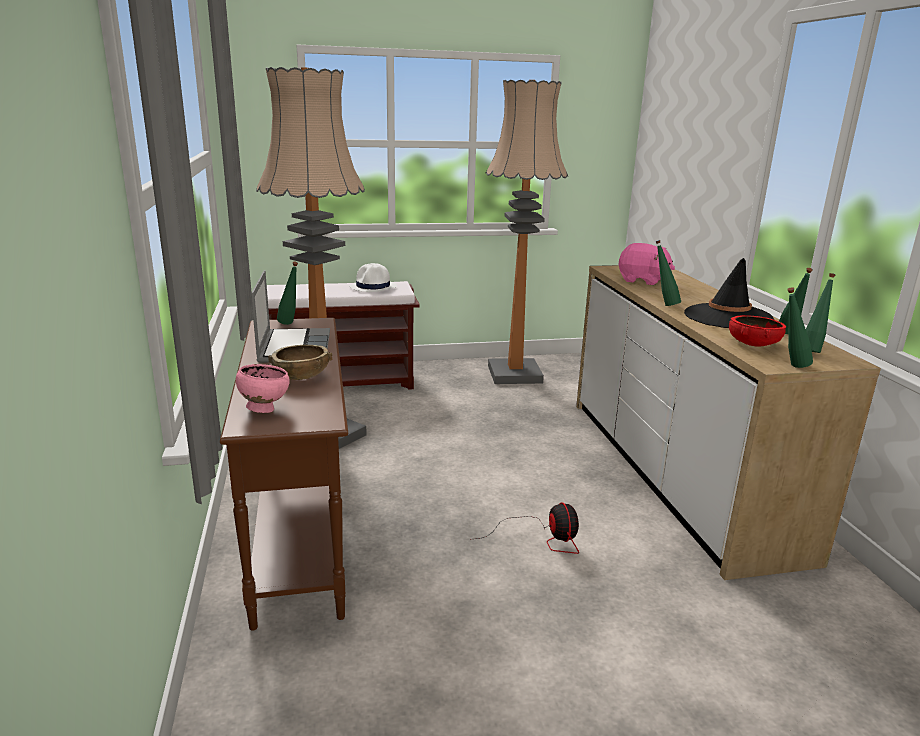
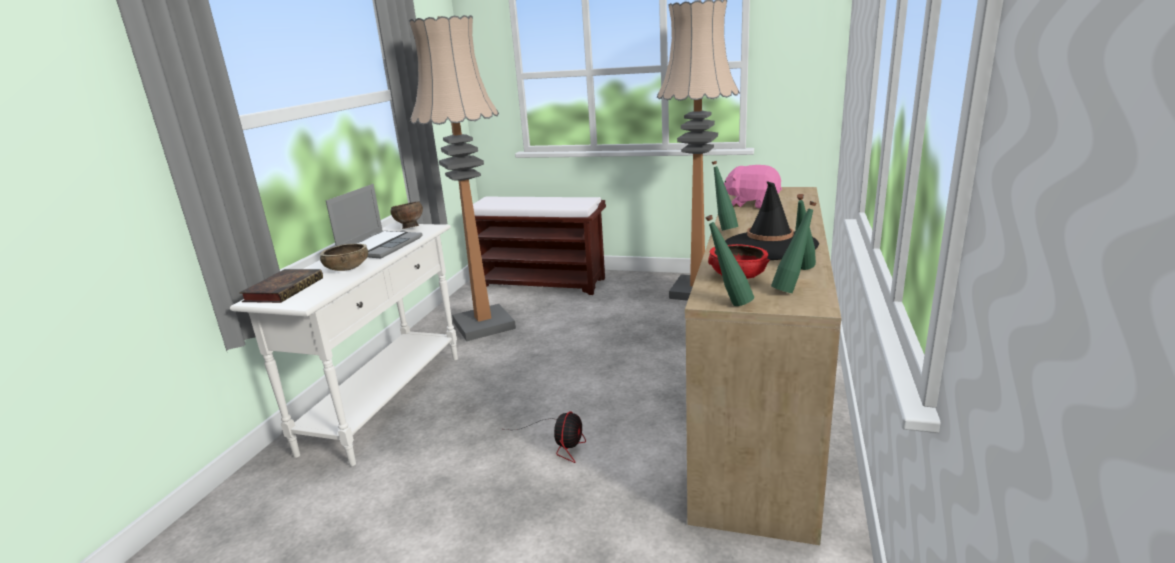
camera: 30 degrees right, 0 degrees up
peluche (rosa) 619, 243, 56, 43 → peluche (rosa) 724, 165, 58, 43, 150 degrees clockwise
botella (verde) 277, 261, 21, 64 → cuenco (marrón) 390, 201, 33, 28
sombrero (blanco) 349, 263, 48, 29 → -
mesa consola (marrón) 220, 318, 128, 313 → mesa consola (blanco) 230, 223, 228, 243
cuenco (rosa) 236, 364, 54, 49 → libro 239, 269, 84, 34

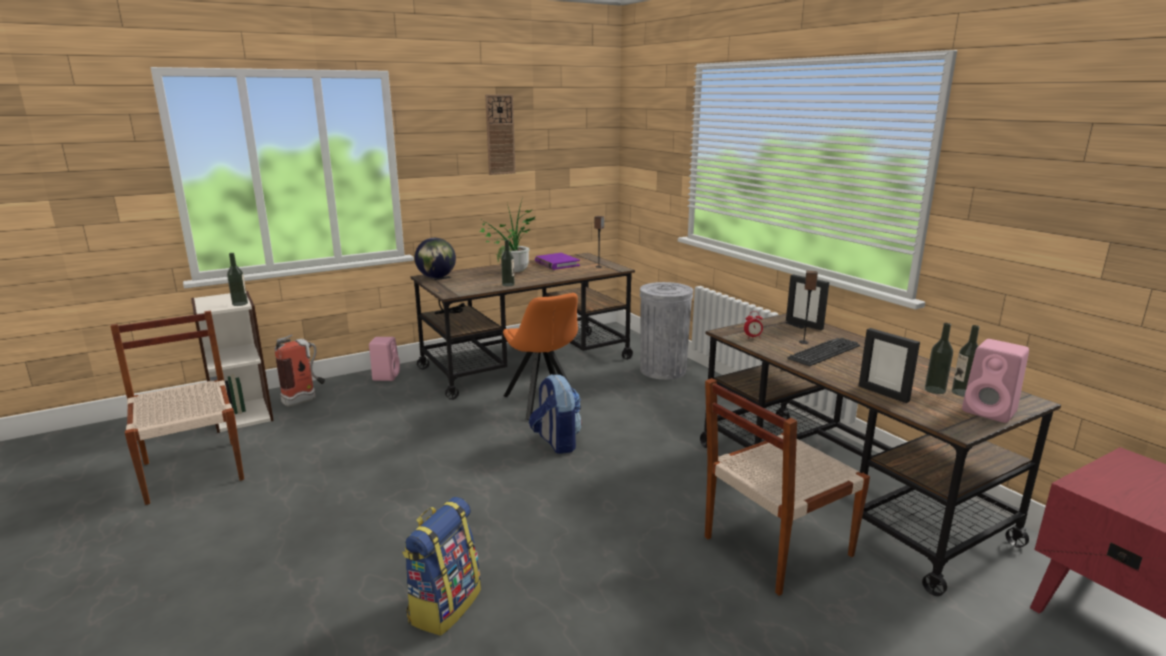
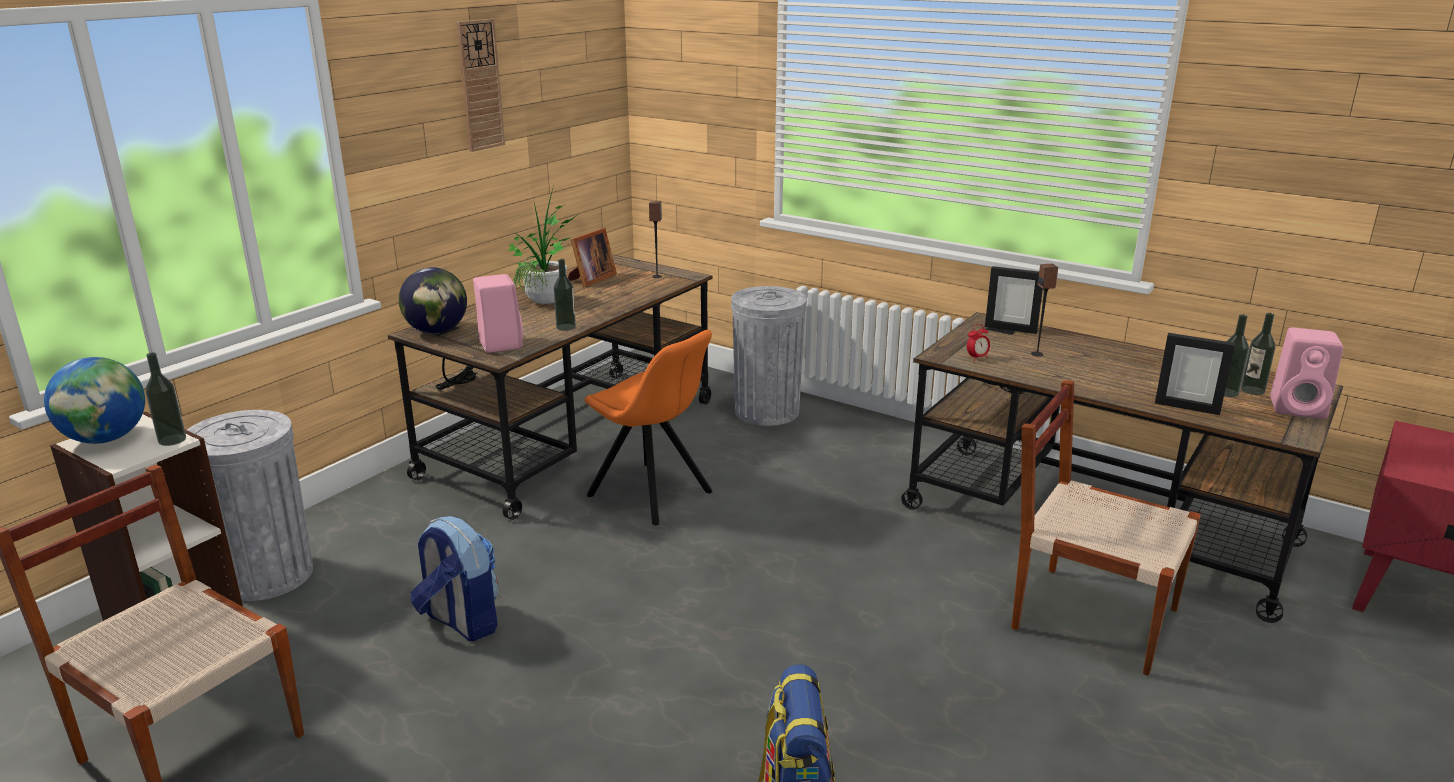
camera: 25 degrees left, 5 degrees up
libro (morado) 535, 253, 45, 17 → portarretratos 568, 228, 49, 59
extintor 275, 334, 50, 73 → papelera (gris) 187, 410, 126, 191
altavoz (rosa) 369, 337, 31, 44 → altavoz (rosa) 473, 274, 50, 79, move
teclado 787, 338, 73, 28 → -
mochila 529, 374, 53, 80 → mochila 410, 516, 88, 125, move
silla 705, 378, 165, 218 → silla 1011, 380, 190, 296, 90 degrees clockwise
- → globo terráqueo 44, 357, 101, 87

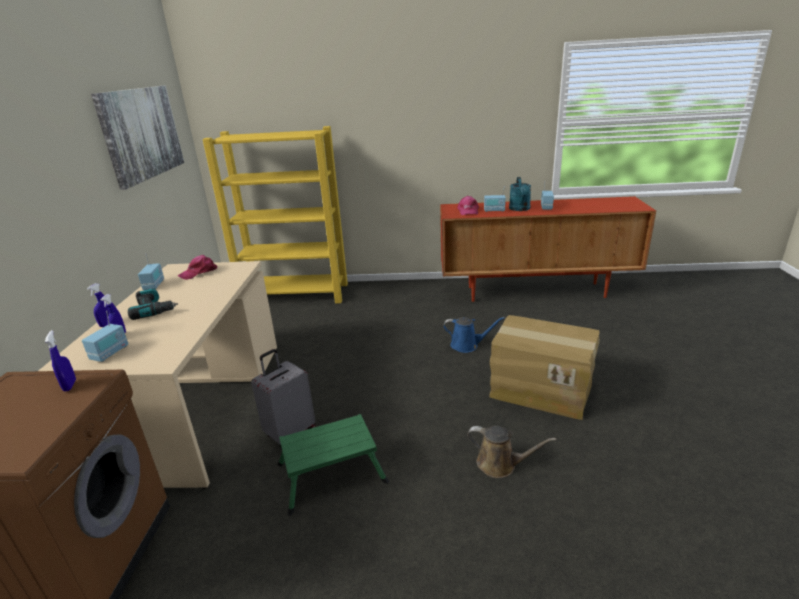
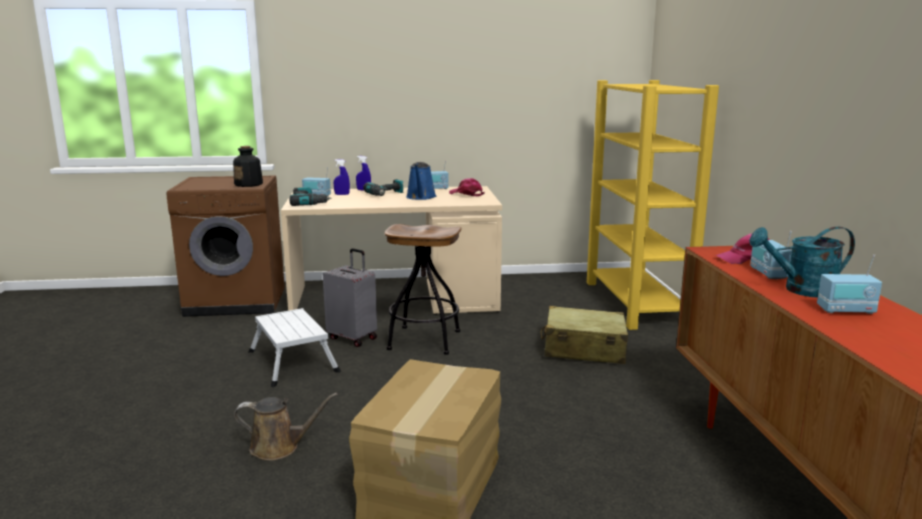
camera: 80 degrees right, 10 degrees down
cuadro 91, 85, 93, 105 → -
regadera (azul) 443, 317, 62, 36 → regadera (azul) 406, 162, 30, 38, move
pulverizador (azul) 45, 330, 31, 62 → botella 233, 146, 30, 41
escalera de tijera (verde) 277, 414, 112, 102 → escalera de tijera (blanco) 248, 308, 93, 79
regadera (marrón) 467, 426, 89, 52 → regadera (marrón) 234, 393, 104, 68, 105 degrees counterclockwise
- → taladro 289, 187, 42, 19
- → taburete (marrón) 384, 224, 78, 131
- → maleta (beis) 541, 306, 87, 58

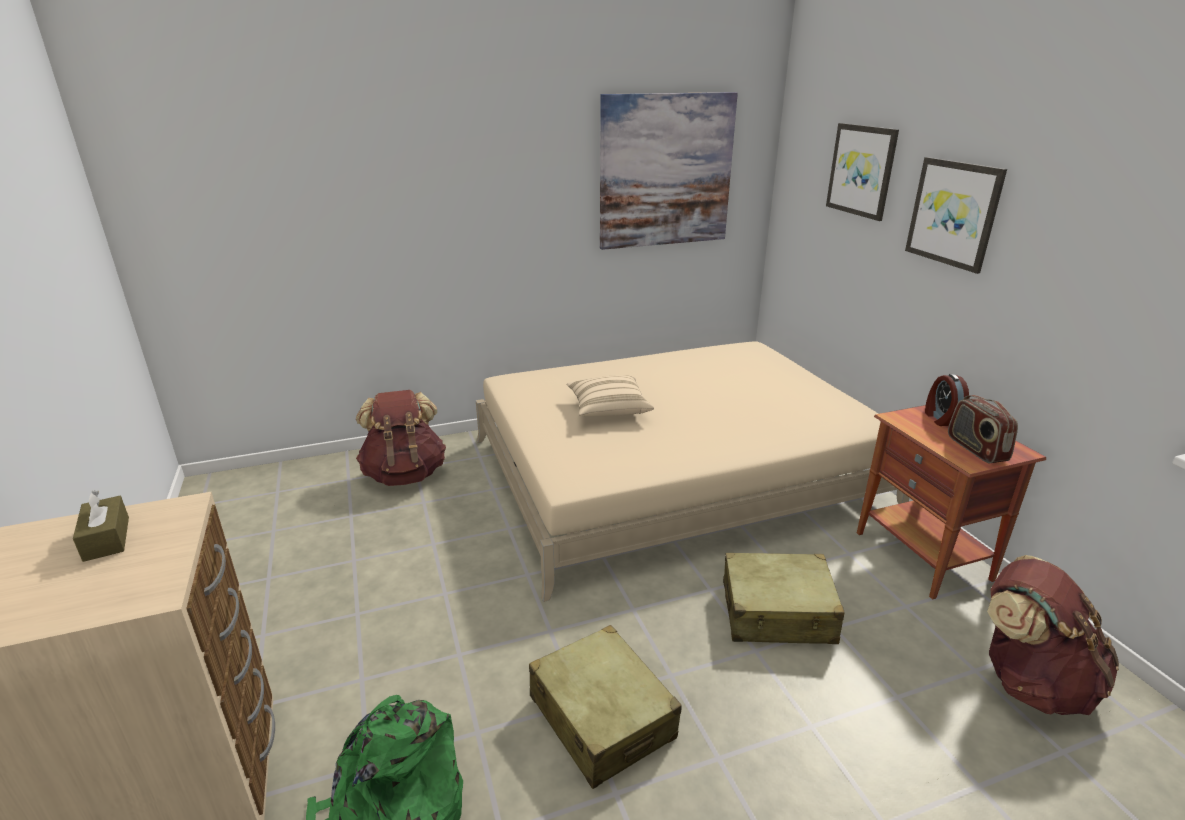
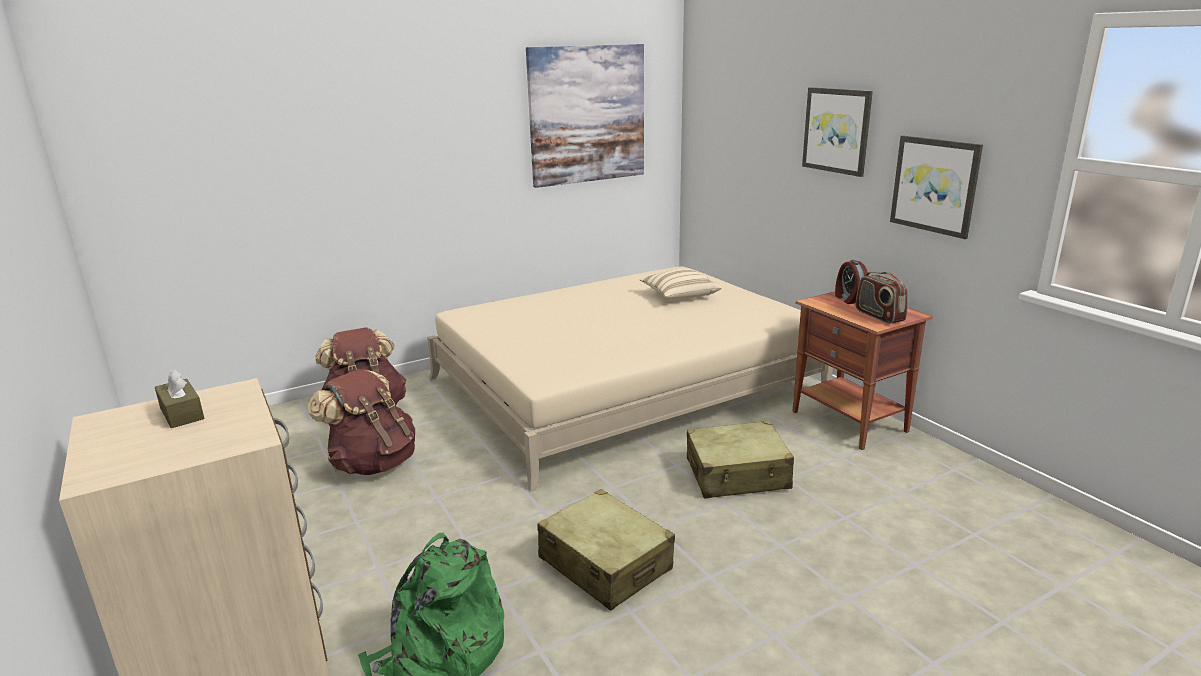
camera: 10 degrees left, 5 degrees down
cuadro 826, 123, 73, 98 → cuadro 890, 136, 93, 103, move
cojín (beis) 567, 375, 87, 42 → cojín (beis) 639, 268, 82, 31, move
mochila (marrón) 987, 555, 132, 160 → mochila (marrón) 308, 369, 107, 106, move

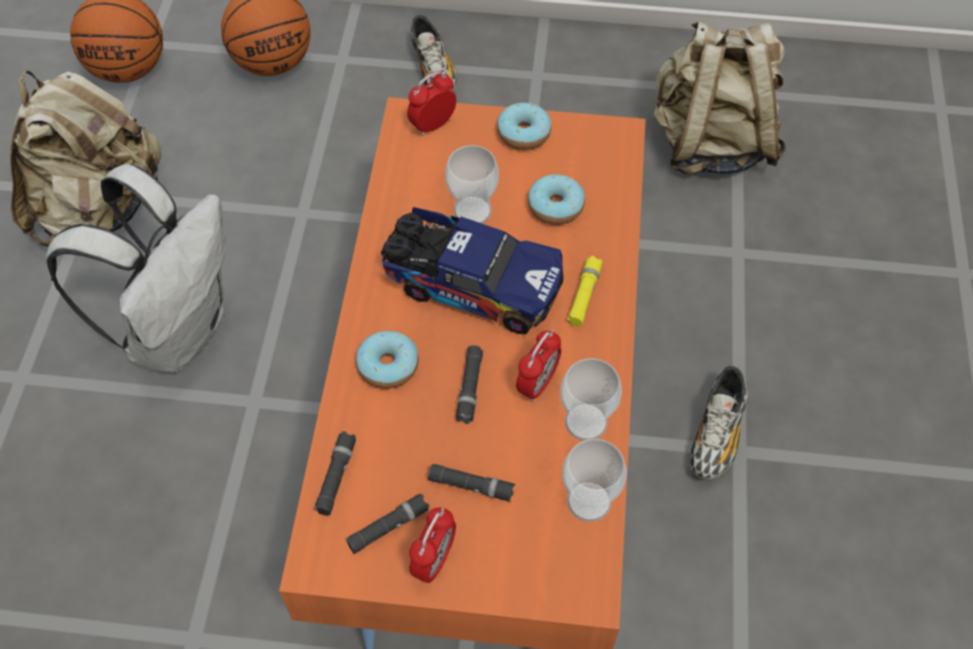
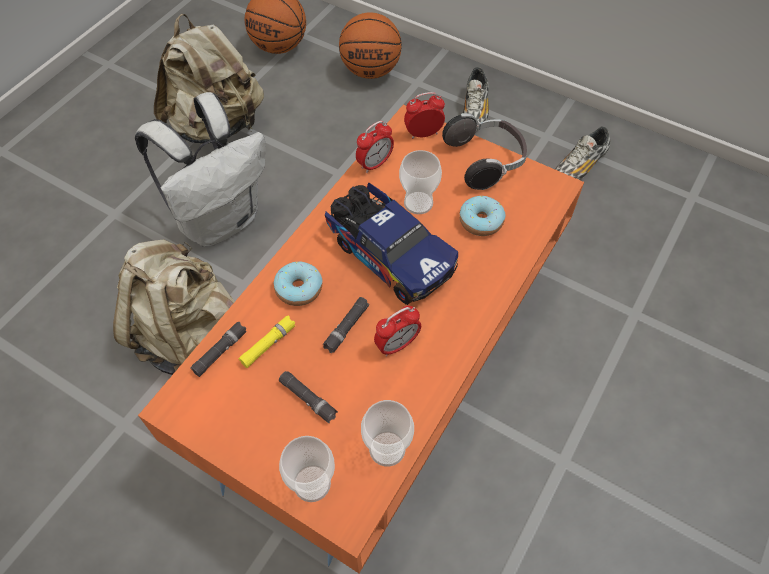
camera: 25 degrees right, 0 degrees up
mochila (beis) 654, 22, 132, 153 → mochila (beis) 113, 239, 122, 136, move
rosquilla 497, 103, 54, 47 → auriculares 442, 113, 85, 77
linterna (amarillo) 567, 256, 35, 71 → linterna (amarillo) 239, 316, 56, 52, move
taza 560, 358, 62, 83 → taza 279, 436, 56, 66, move
zapato 690, 366, 58, 114 → zapato 555, 126, 55, 54, move
linterna (negro) 346, 494, 83, 60 → -
despertador 409, 508, 47, 75 → despertador 356, 121, 38, 52, move

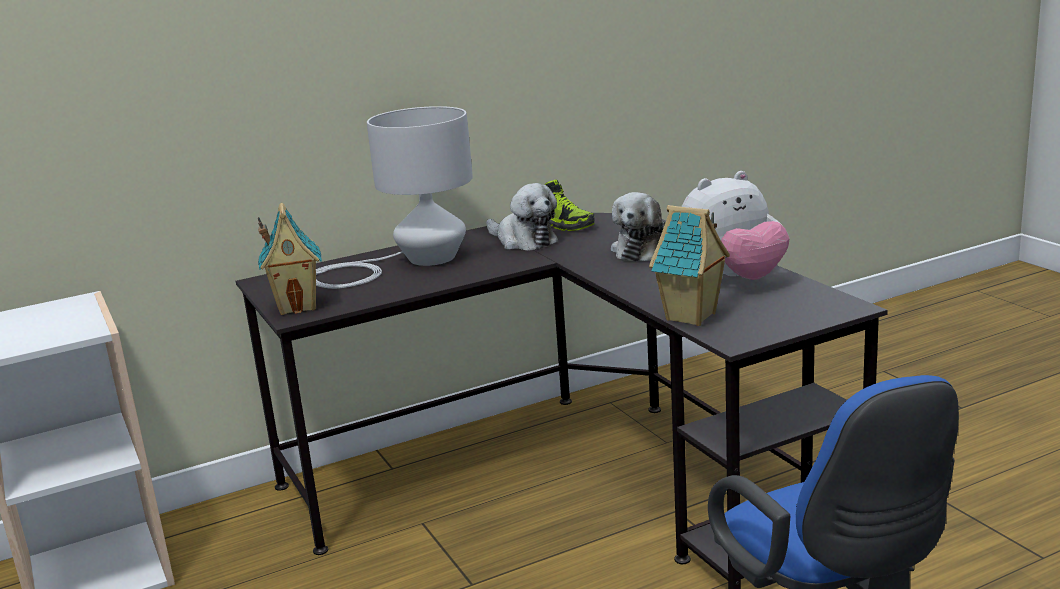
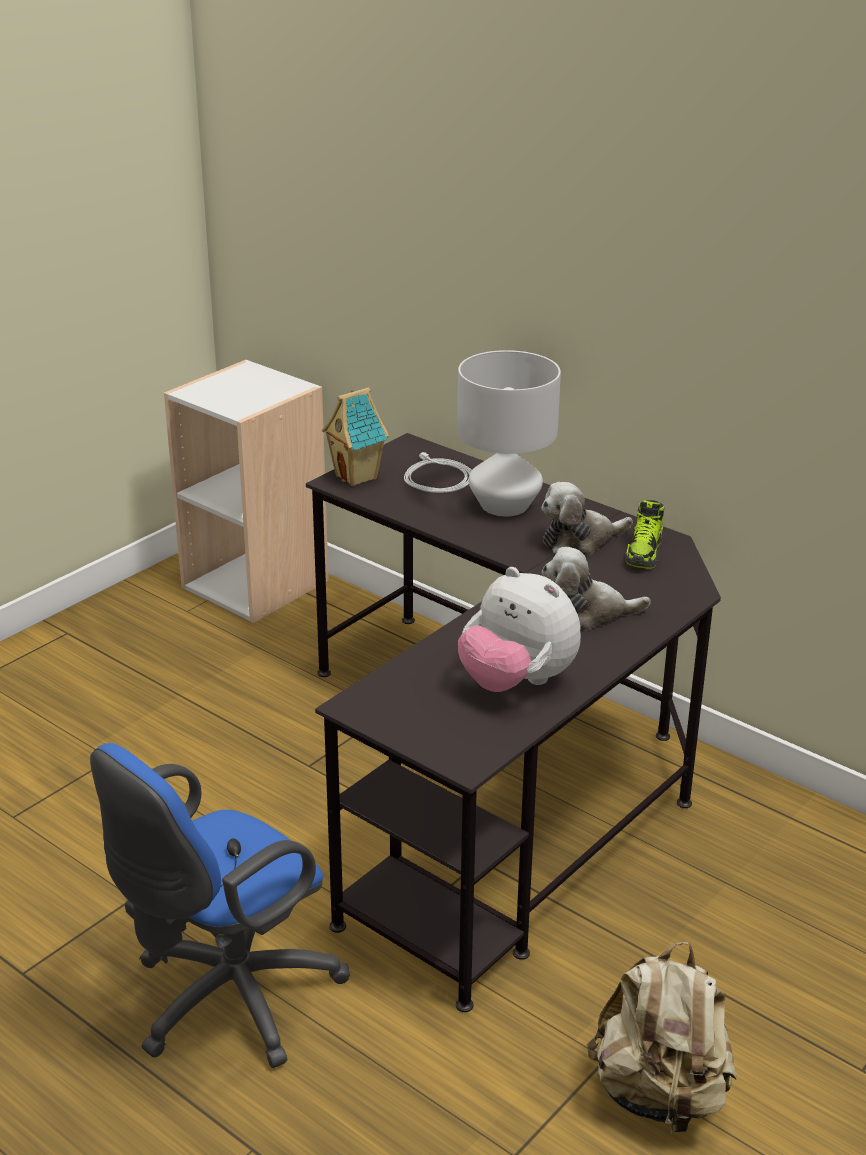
camera: 65 degrees right, 10 degrees up
peluche 486, 183, 72, 68 → peluche 541, 482, 92, 73, 45 degrees clockwise
casita 649, 205, 81, 121 → -
- → mochila (beis) 587, 942, 150, 192

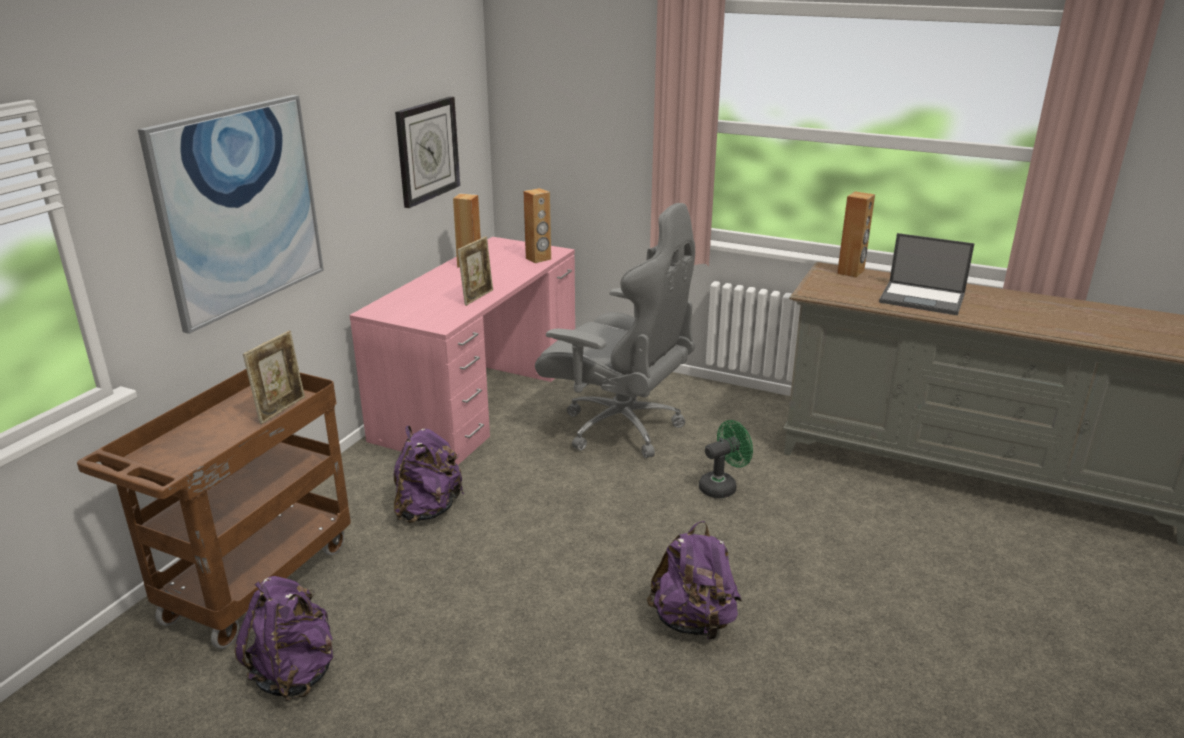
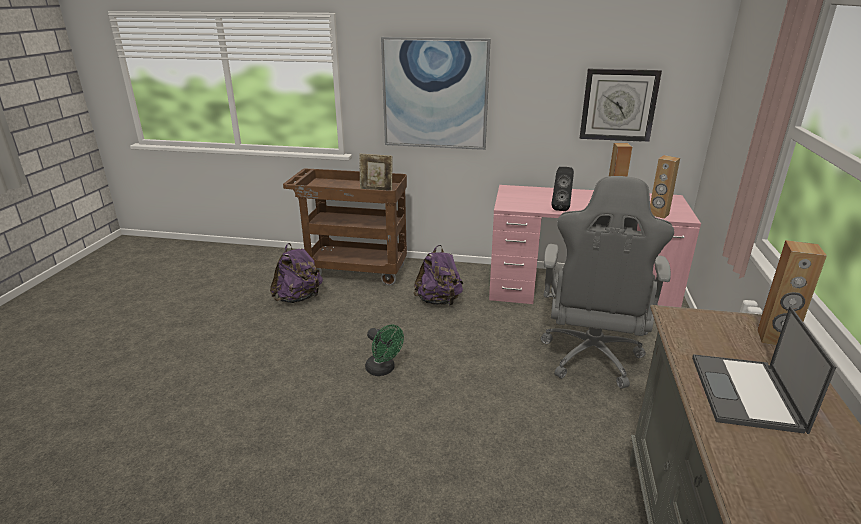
camera: 75 degrees right, 0 degrees up
portarretratos 458, 236, 35, 70 → altavoz (negro) 552, 167, 22, 44
ventilador (verde) 699, 420, 54, 78 → ventilador (verde) 365, 324, 39, 52, move
mochila (morado) 647, 521, 95, 120 → -

